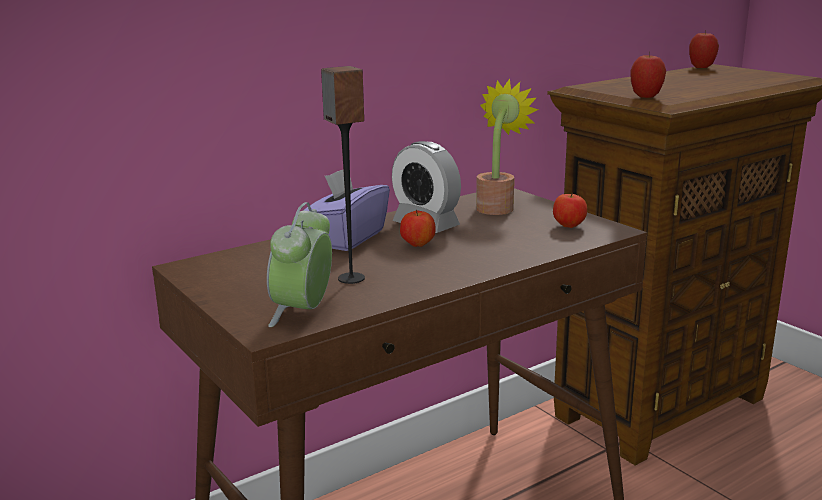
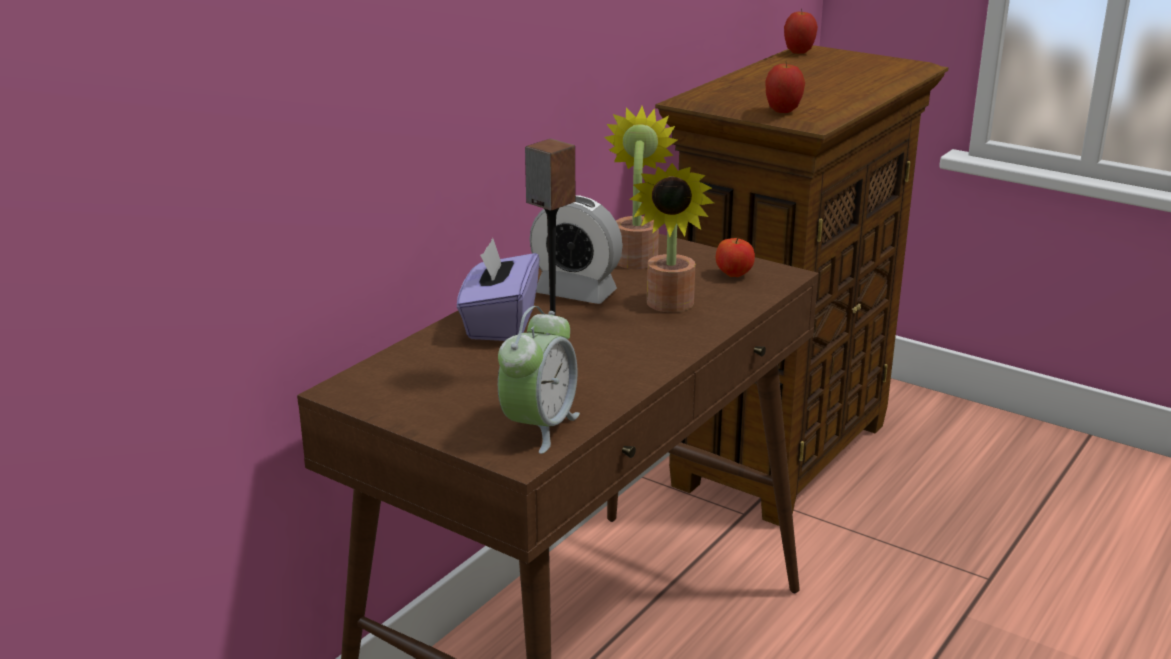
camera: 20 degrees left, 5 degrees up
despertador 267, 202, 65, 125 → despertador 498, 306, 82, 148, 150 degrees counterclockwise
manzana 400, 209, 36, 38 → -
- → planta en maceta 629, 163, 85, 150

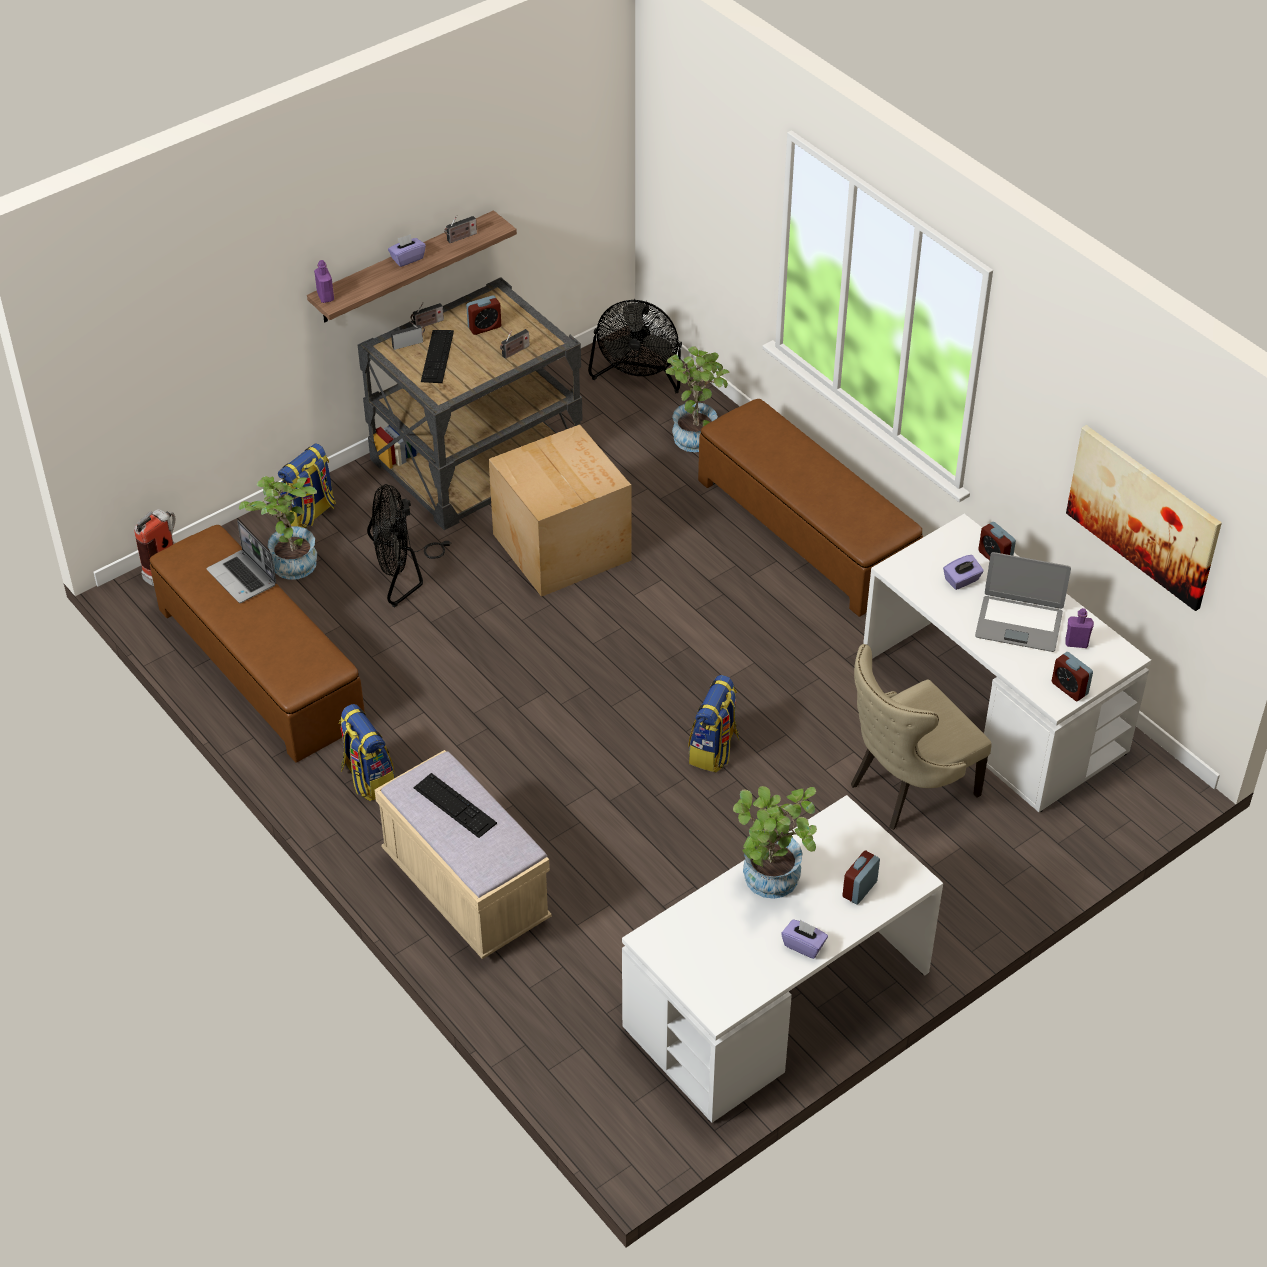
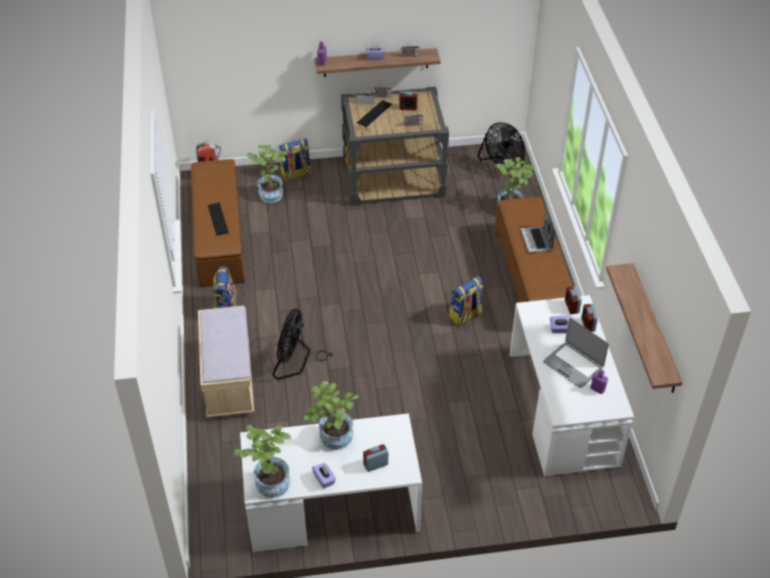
camera: 30 degrees right, 0 degrees up
caja de cartón 489, 424, 142, 173 → -
cuadro 1066, 425, 156, 186 → estante 606, 263, 77, 130
ventilador (negro) 367, 484, 85, 124 → ventilador (negro) 273, 309, 60, 72, move
portátil 207, 521, 70, 82 → portátil 521, 210, 34, 43, move
silla (beis) 851, 644, 141, 186 → -
despertador 1052, 652, 41, 49 → despertador 565, 286, 17, 28, move
mochila 688, 675, 51, 98 → mochila 449, 276, 35, 50, move
teclado 413, 773, 84, 65 → teclado 208, 202, 21, 34, move
- → planta en maceta 233, 425, 58, 73

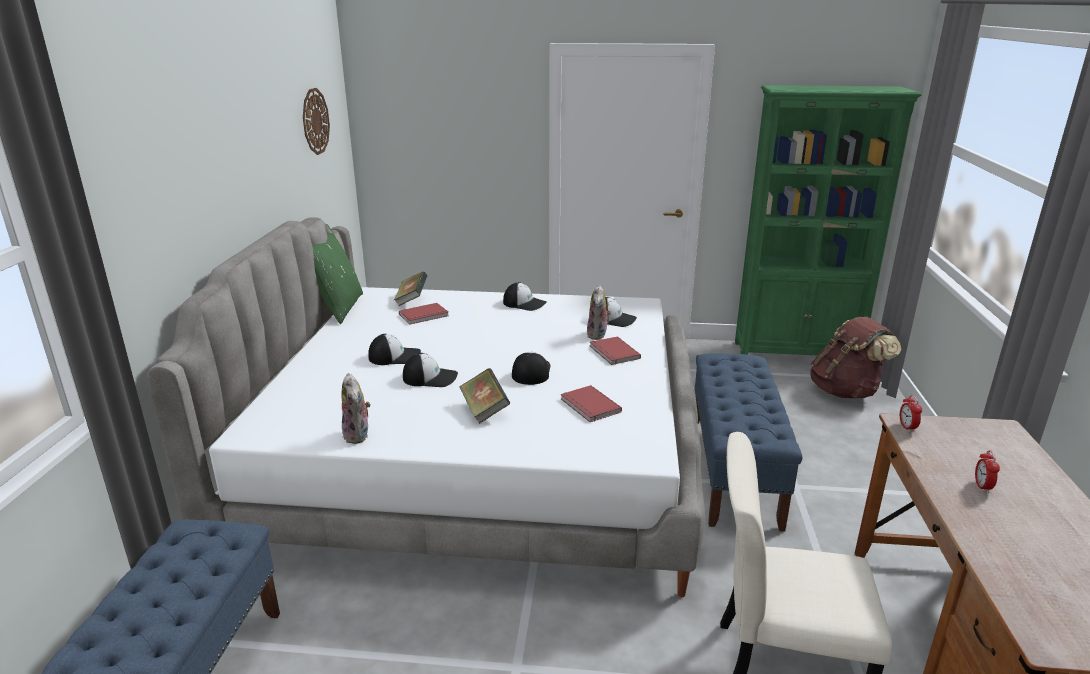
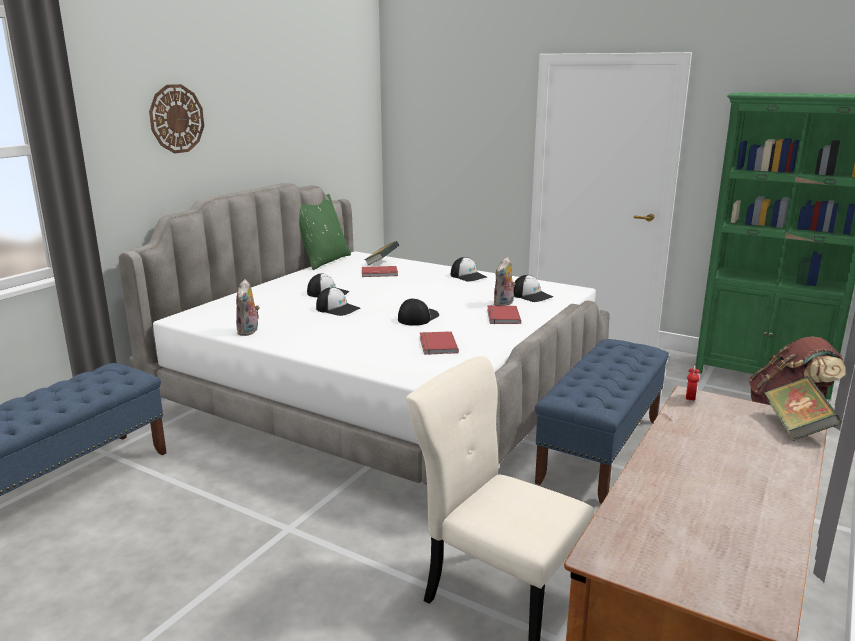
camera: 25 degrees right, 5 degrees down
reloj de pared 303, 88, 27, 67 → reloj de pared 149, 84, 55, 69, move
libro 459, 368, 51, 56 → libro 764, 377, 77, 64, move
despertador 975, 450, 25, 43 → -

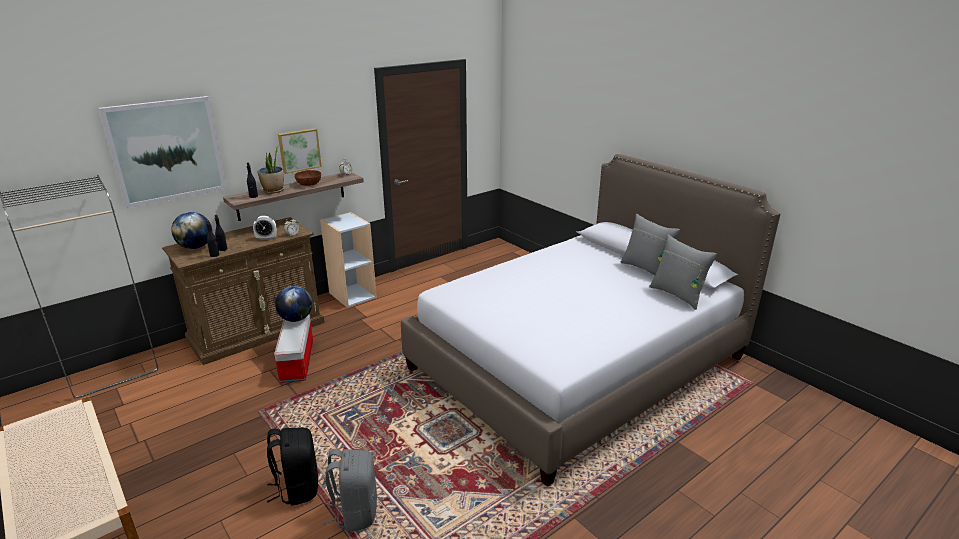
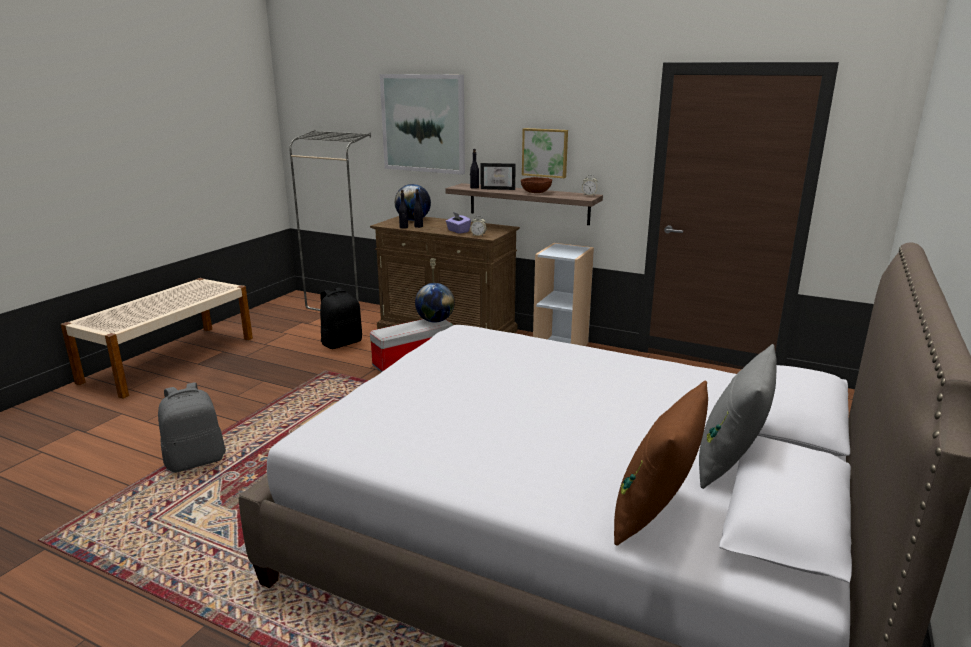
camera: 65 degrees right, 5 degrees down
planta en maceta 257, 146, 27, 48 → portarretratos 481, 163, 35, 27
despertador 253, 216, 24, 24 → caja de pañuelos (morado) 446, 212, 25, 22
cojín (gris) 649, 235, 68, 75 → cojín (marrón) 614, 381, 94, 165
mochila (negro) 267, 428, 51, 78 → mochila (negro) 320, 287, 42, 62, move

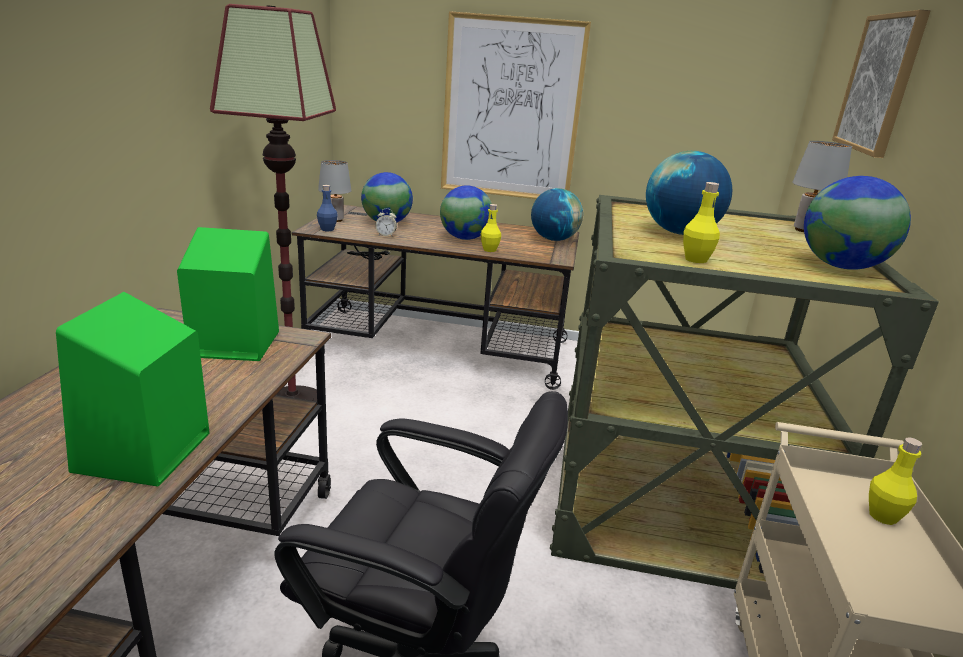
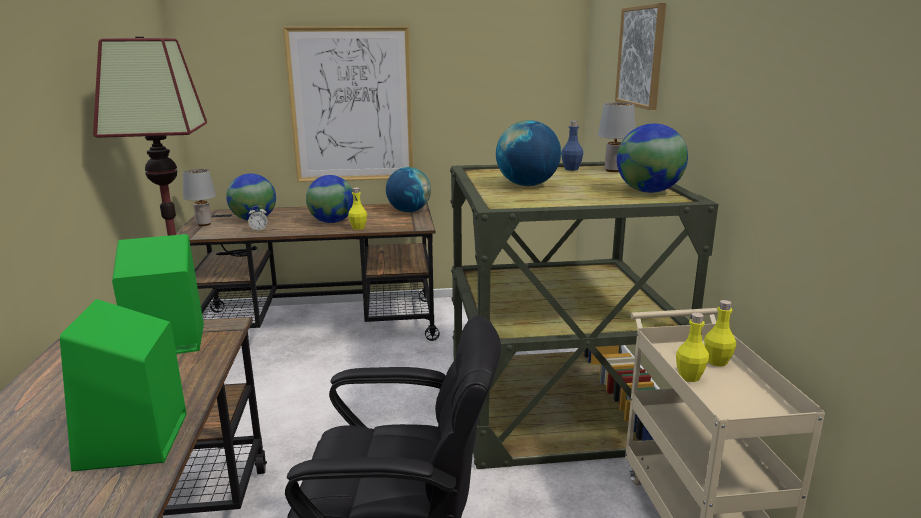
camera: 15 degrees left, 5 degrees down
botella (amarillo) 683, 182, 37, 81 → botella (amarillo) 676, 313, 33, 69, move
botella (azul) 317, 185, 21, 46 → botella (azul) 561, 121, 22, 50, move

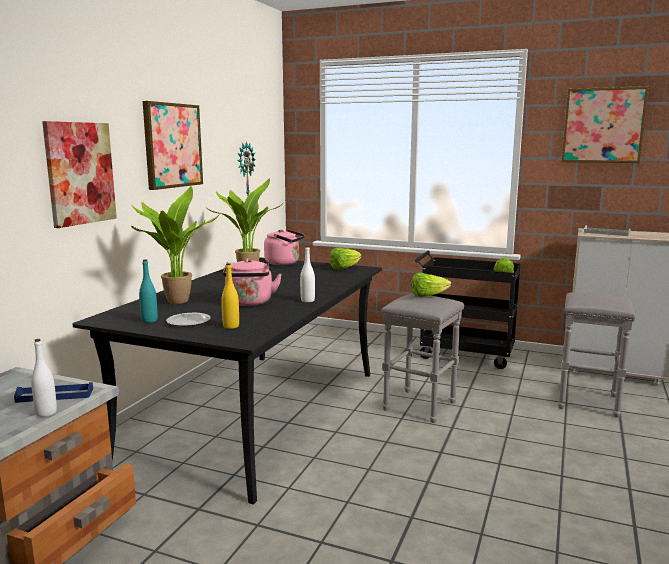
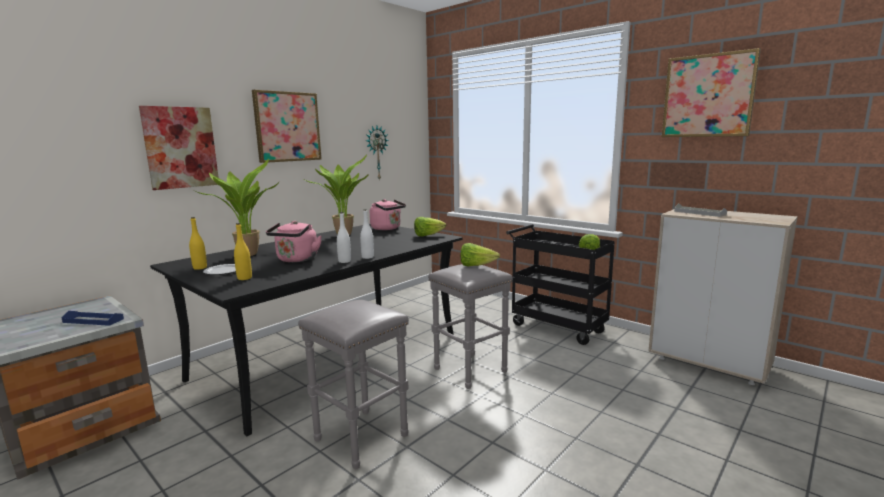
camera: 20 degrees right, 0 degrees up
botella (turquesa) 139, 259, 19, 64 → botella (amarillo) 189, 217, 18, 53
taburete (gris) 558, 292, 77, 126 → taburete (gris) 298, 300, 111, 169, move
botella (blanco) 31, 339, 26, 78 → botella (blanco) 360, 209, 14, 50, move

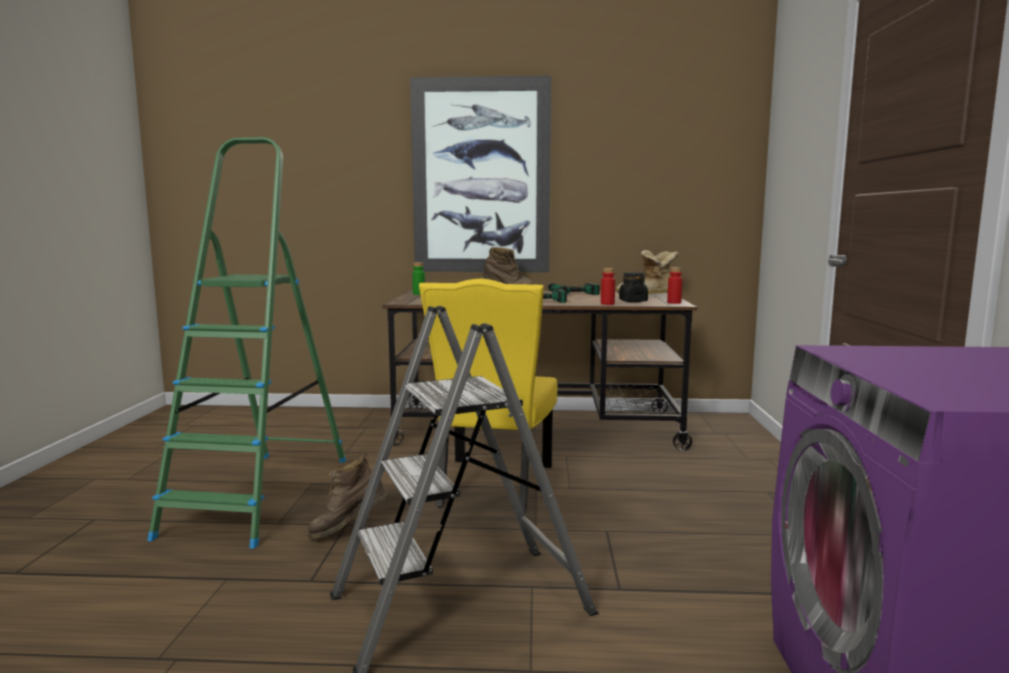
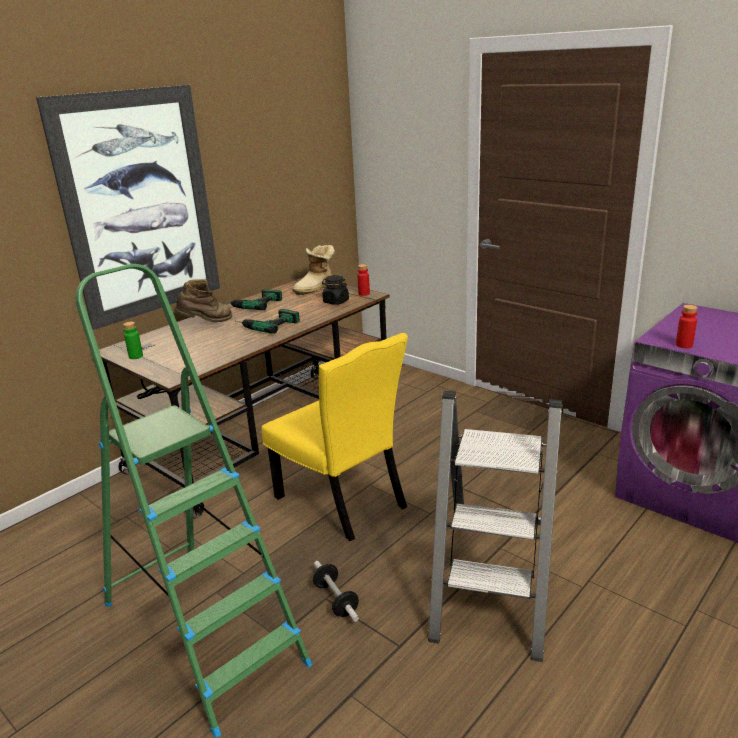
camera: 50 degrees left, 15 degrees up
botella (rojo) 601, 268, 14, 37 → botella (rojo) 676, 305, 22, 43, move
bota (marrón) 307, 457, 81, 82 → mancuerna 313, 561, 46, 61

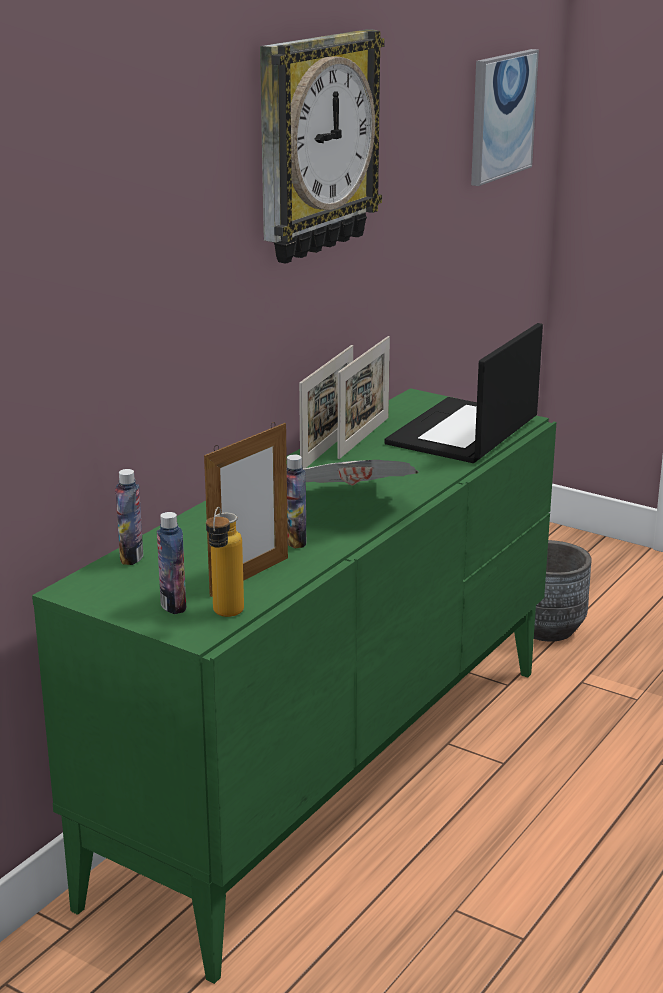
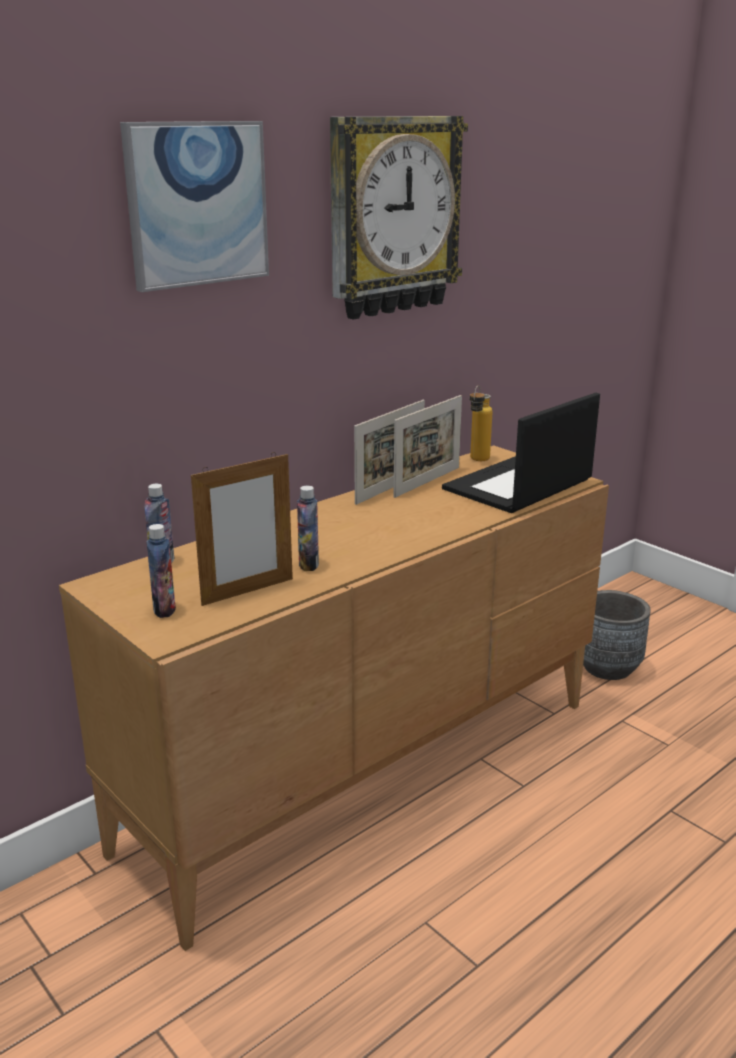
camera: 15 degrees right, 0 degrees up
cuadro 471, 49, 68, 137 → cuadro 120, 121, 149, 171, move
cómoda (verde) 32, 388, 524, 596 → cómoda (marrón) 59, 445, 550, 506
periódico 303, 460, 116, 26 → -
botella 206, 507, 38, 110 → botella 470, 386, 22, 75, move

